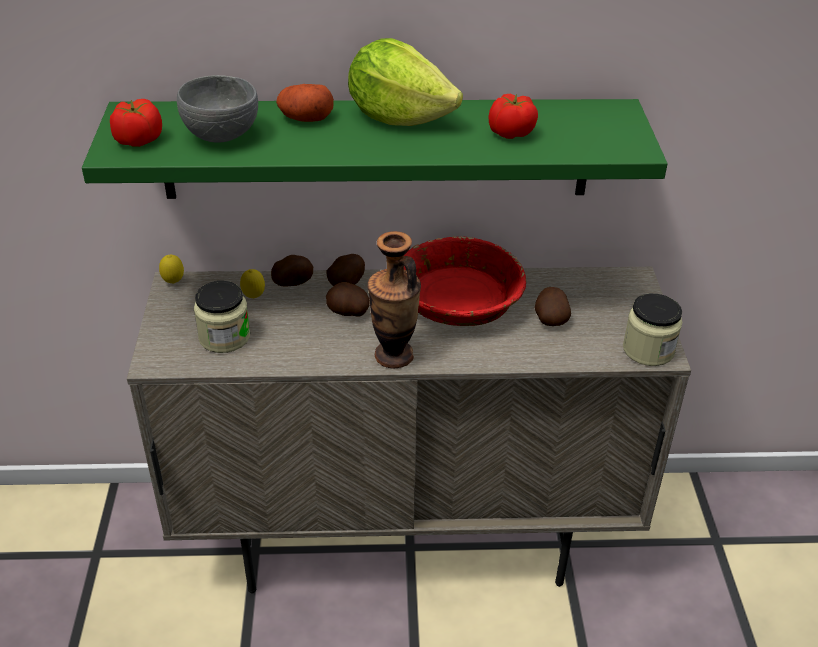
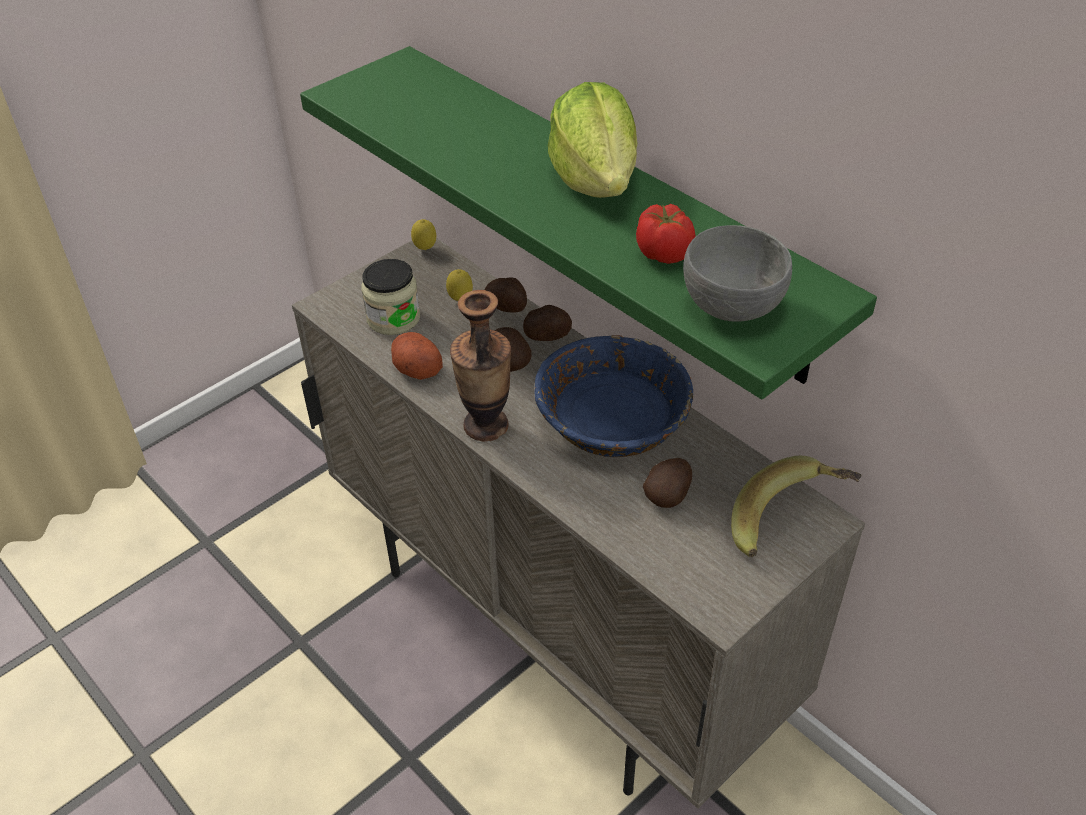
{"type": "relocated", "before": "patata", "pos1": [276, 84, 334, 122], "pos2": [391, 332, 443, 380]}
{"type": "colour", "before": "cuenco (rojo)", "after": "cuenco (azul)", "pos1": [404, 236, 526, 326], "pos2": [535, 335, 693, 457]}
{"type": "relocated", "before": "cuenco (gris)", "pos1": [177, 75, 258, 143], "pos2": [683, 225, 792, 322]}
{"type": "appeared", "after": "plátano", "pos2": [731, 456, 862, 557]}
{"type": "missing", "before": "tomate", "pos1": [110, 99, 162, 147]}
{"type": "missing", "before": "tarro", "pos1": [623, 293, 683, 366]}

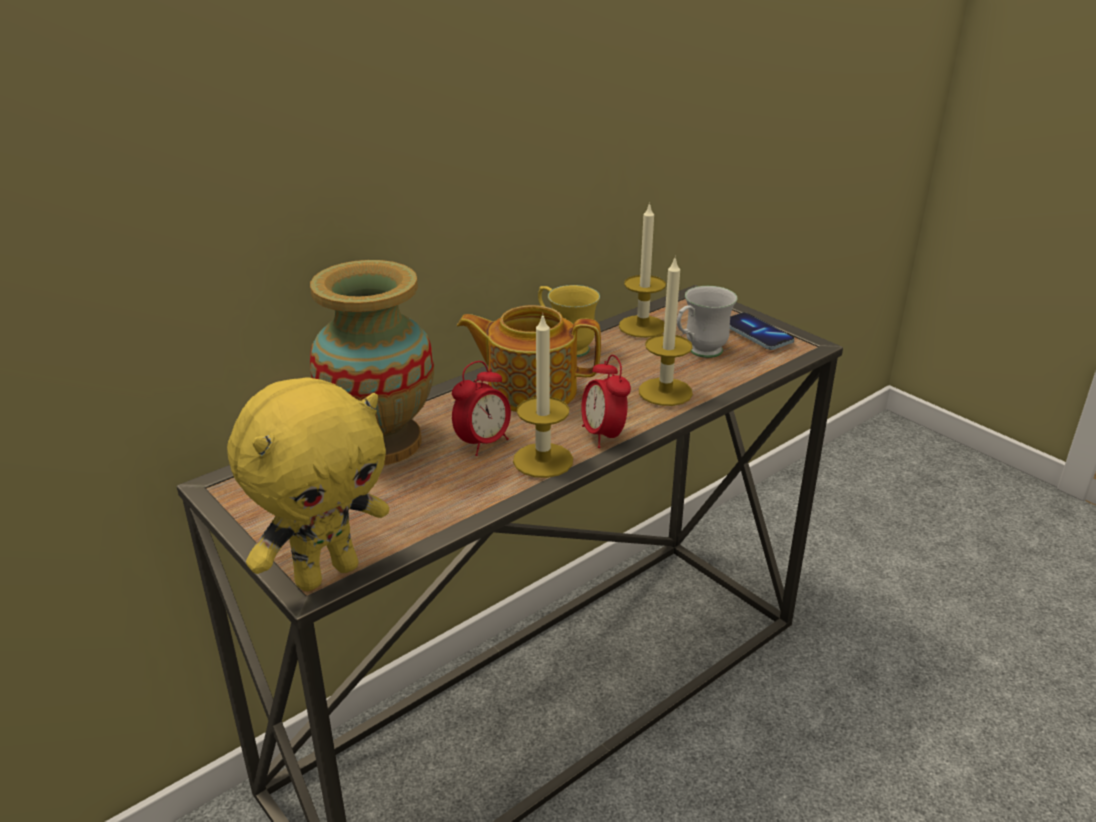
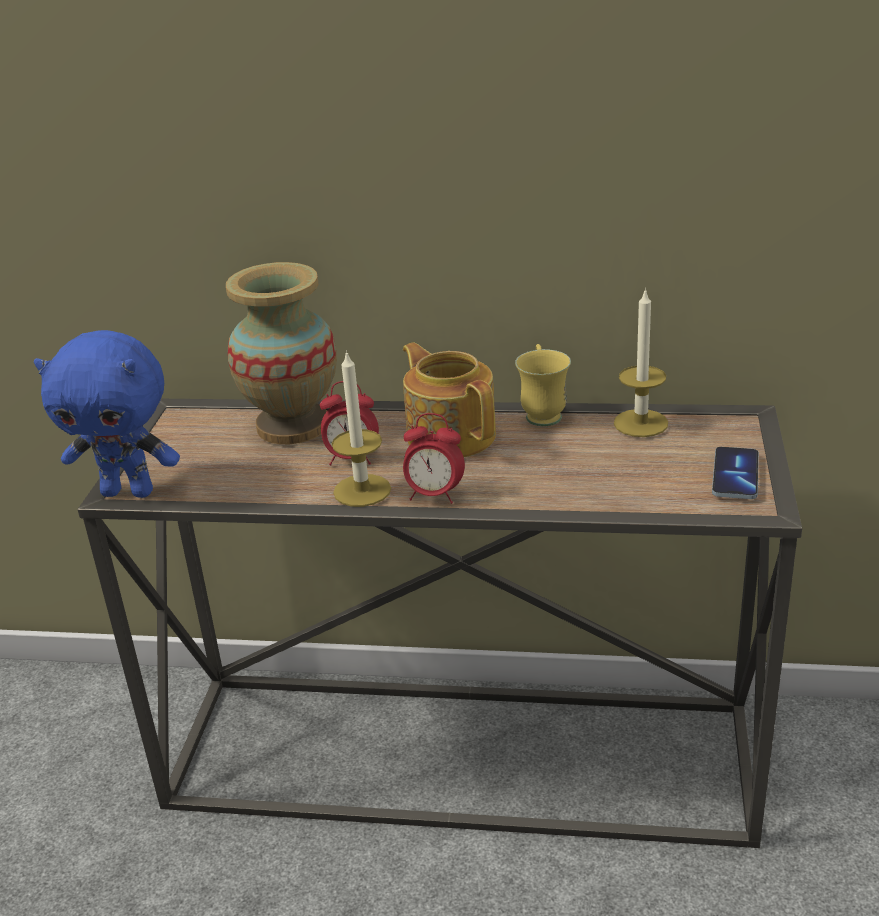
{"type": "colour", "before": "peluche (amarillo)", "after": "peluche (azul)", "pos1": [227, 377, 389, 591], "pos2": [34, 330, 180, 498]}
{"type": "spun", "before": "despertador", "pos1": [581, 355, 631, 448], "pos2": [403, 413, 465, 504], "turn": -105}
{"type": "missing", "before": "vela", "pos1": [639, 256, 693, 406]}
{"type": "missing", "before": "taza grande (blanco)", "pos1": [677, 286, 737, 358]}

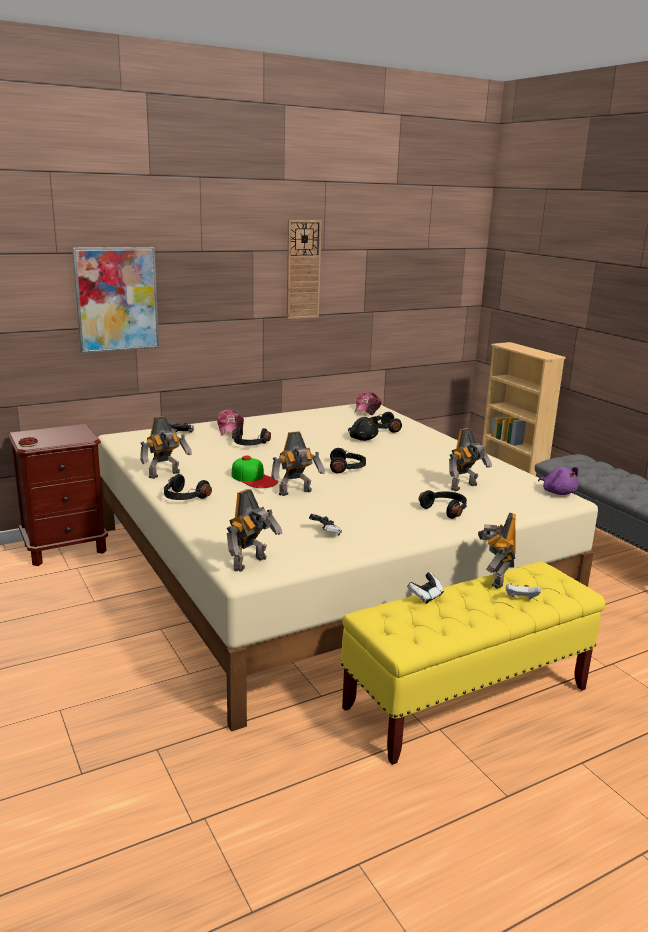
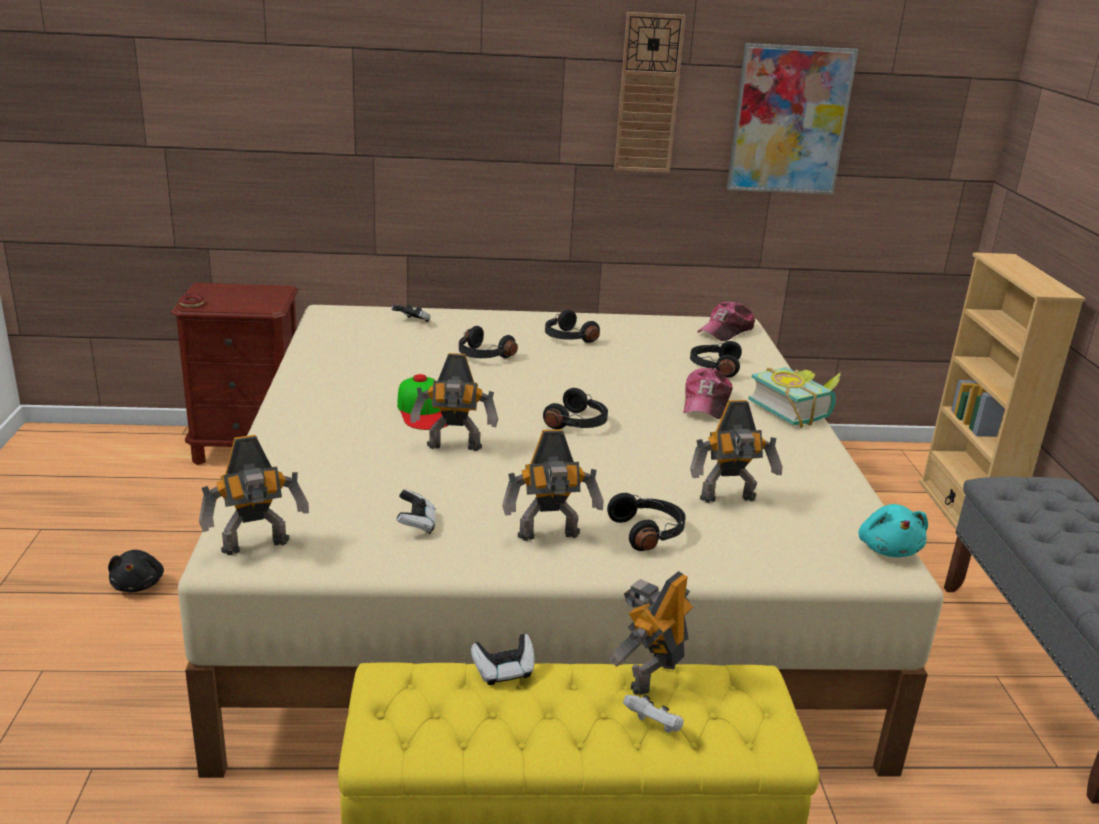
{"type": "relocated", "before": "peluche (negro)", "pos1": [348, 416, 379, 441], "pos2": [108, 550, 164, 592]}
{"type": "relocated", "before": "robot de juguete", "pos1": [140, 416, 192, 479], "pos2": [502, 429, 604, 541]}
{"type": "relocated", "before": "auriculares (negro)", "pos1": [164, 474, 212, 500], "pos2": [545, 310, 600, 343]}
{"type": "relocated", "before": "gorra", "pos1": [217, 409, 244, 435], "pos2": [684, 368, 733, 419]}
{"type": "relocated", "before": "cuadro", "pos1": [72, 247, 159, 353], "pos2": [727, 43, 858, 194]}
{"type": "appeared", "after": "libro", "pos2": [748, 367, 841, 428]}
{"type": "colour", "before": "peluche (morado)", "after": "peluche (turquesa)", "pos1": [538, 467, 579, 495], "pos2": [858, 504, 928, 557]}

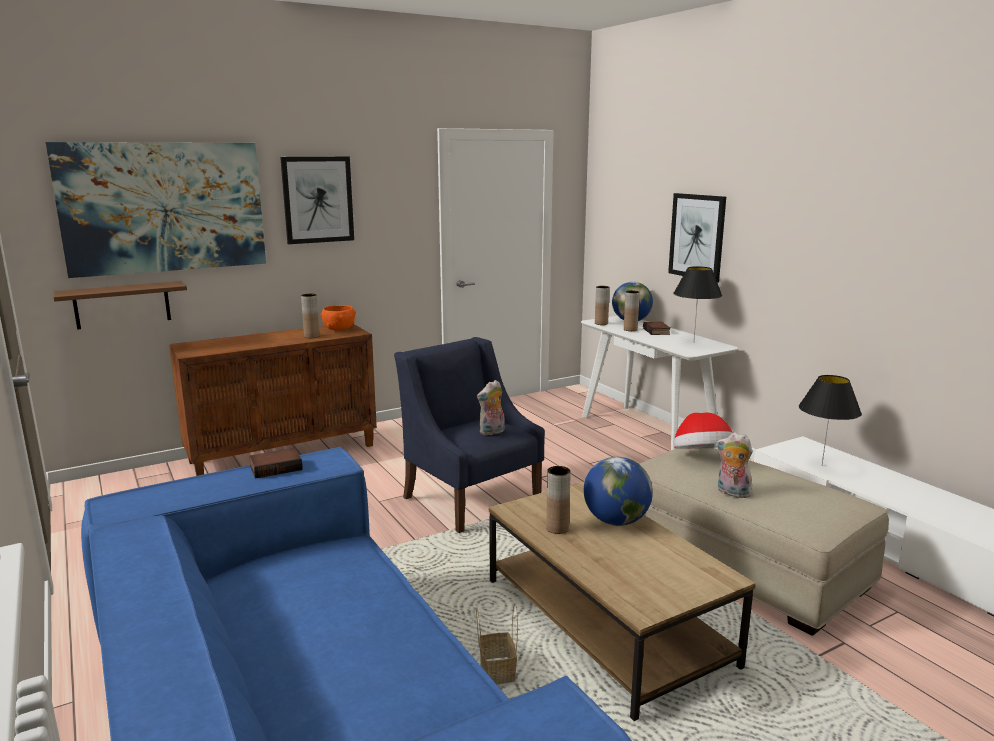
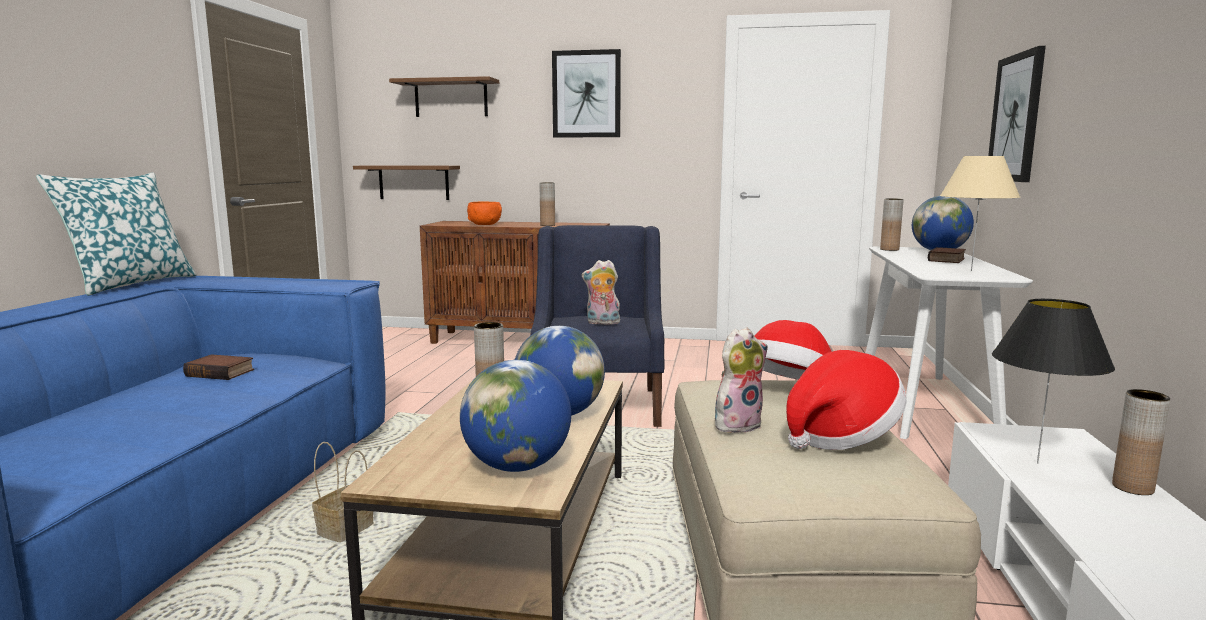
{"type": "appeared", "after": "cojín", "pos2": [36, 172, 196, 296]}
{"type": "relocated", "before": "libro", "pos1": [249, 448, 303, 478], "pos2": [183, 354, 254, 380]}
{"type": "exchanged", "before": "cuadro", "after": "estante (marrón)", "pos1": [46, 142, 266, 278], "pos2": [389, 76, 499, 117]}
{"type": "appeared", "after": "globo terráqueo", "pos2": [460, 360, 571, 472]}
{"type": "relocated", "before": "cuenco (naranja)", "pos1": [320, 305, 356, 331], "pos2": [467, 201, 502, 225]}
{"type": "spun", "before": "peluche", "pos1": [716, 433, 753, 498], "pos2": [715, 328, 768, 433], "turn": 75}
{"type": "appeared", "after": "sombrero", "pos2": [786, 350, 907, 450]}
{"type": "colour", "before": "lámpara de mesa (negro)", "after": "lámpara de mesa (beis)", "pos1": [673, 266, 722, 338], "pos2": [940, 156, 1020, 271]}
{"type": "relocated", "before": "florero (marrón)", "pos1": [624, 290, 640, 331], "pos2": [1112, 389, 1170, 495]}

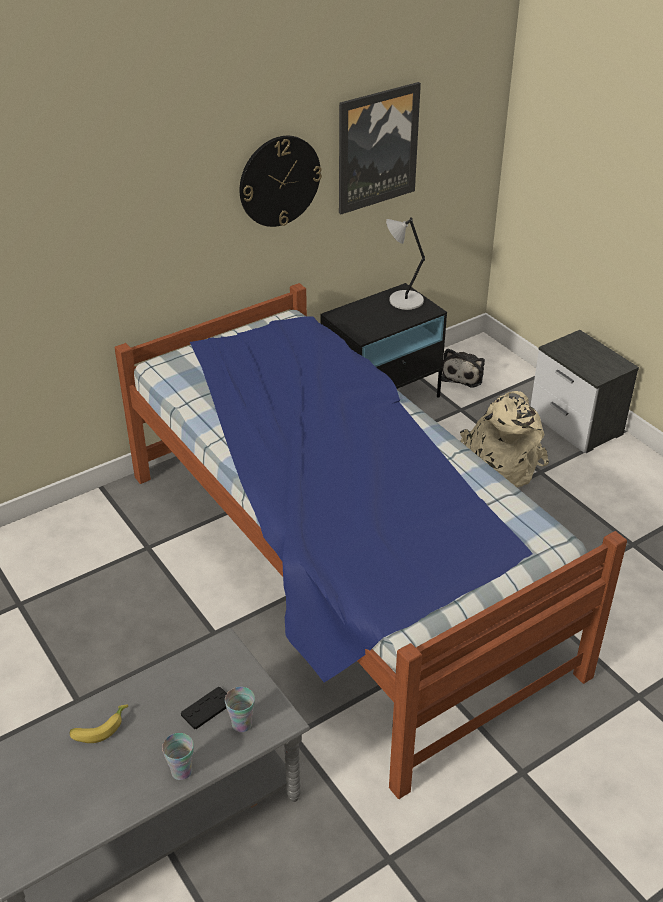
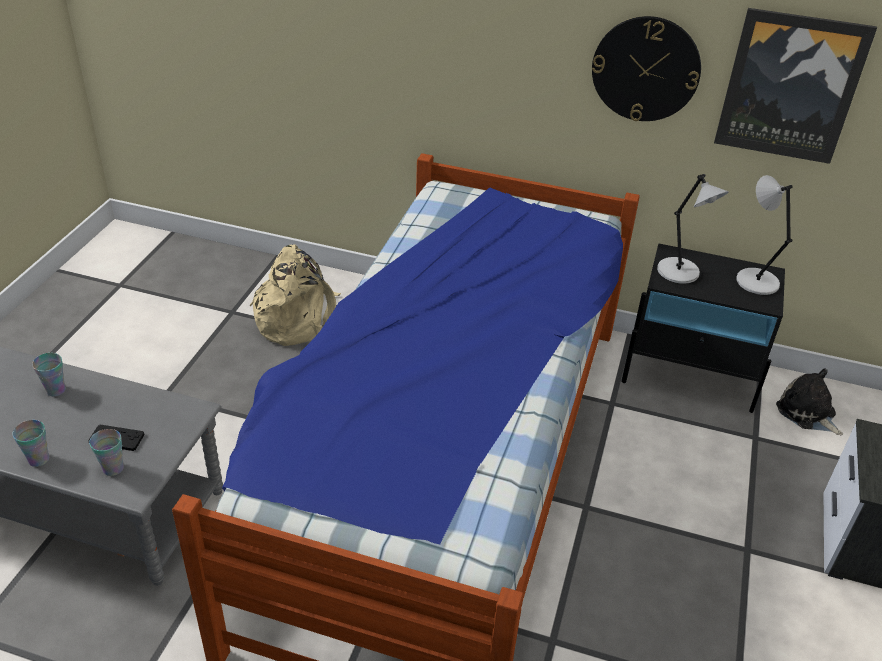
{"type": "exchanged", "before": "plátano", "after": "taza", "pos1": [70, 705, 128, 743], "pos2": [32, 353, 66, 396]}
{"type": "relocated", "before": "mochila (beis)", "pos1": [460, 391, 549, 487], "pos2": [250, 244, 341, 346]}
{"type": "appeared", "after": "lámpara de mesa (gris)", "pos2": [657, 174, 729, 284]}
{"type": "spun", "before": "peluche", "pos1": [441, 348, 485, 388], "pos2": [776, 368, 843, 435], "turn": 75}

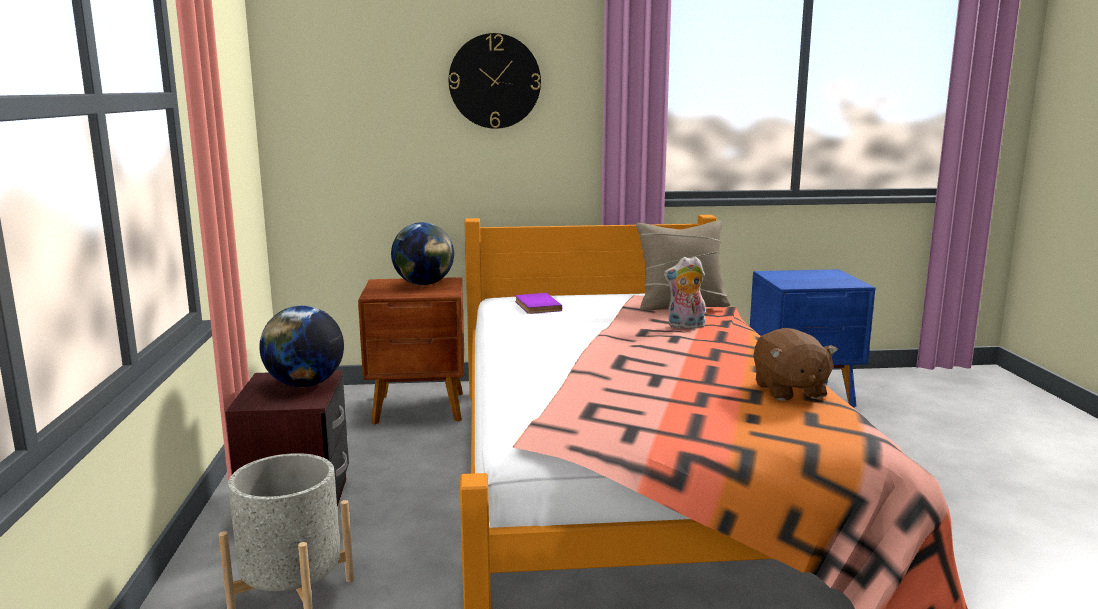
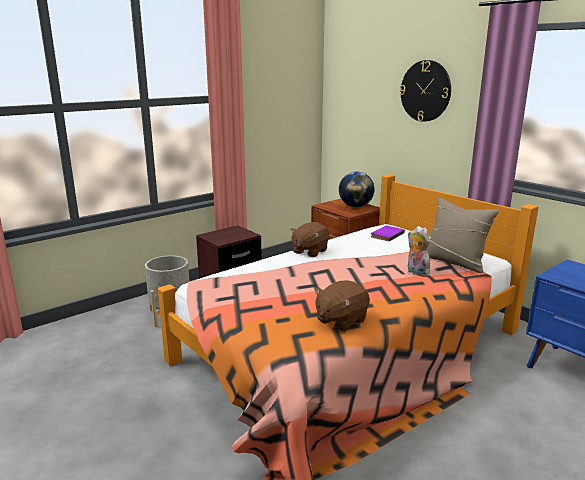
{"type": "appeared", "after": "peluche (marrón)", "pos2": [290, 222, 329, 257]}
{"type": "missing", "before": "globo terráqueo", "pos1": [259, 306, 344, 387]}

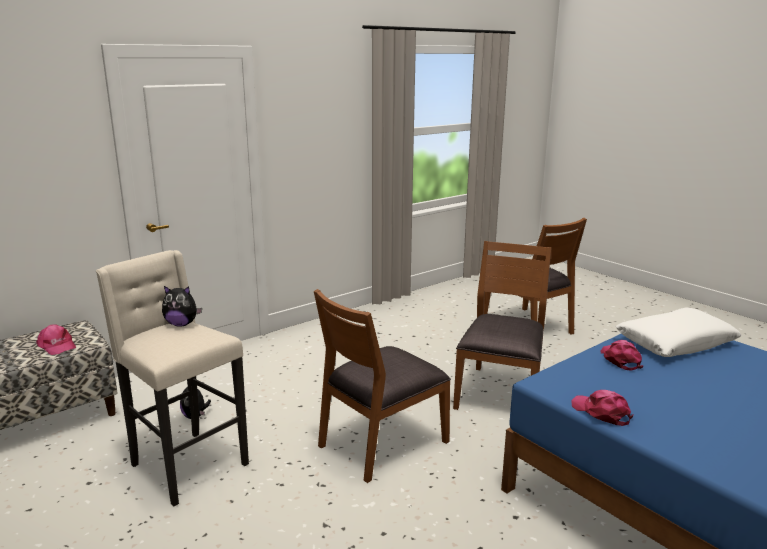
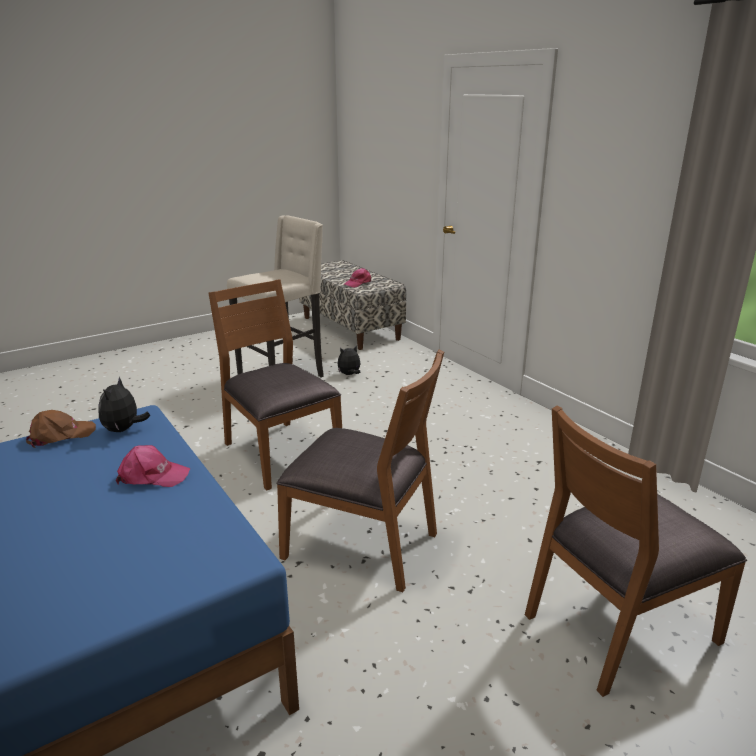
{"type": "colour", "before": "gorra (rosa)", "after": "gorra (marrón)", "pos1": [571, 390, 633, 426], "pos2": [26, 410, 96, 448]}
{"type": "relocated", "before": "peluche", "pos1": [162, 286, 202, 327], "pos2": [98, 377, 151, 432]}
{"type": "missing", "before": "cojín (blanco)", "pos1": [615, 308, 742, 357]}

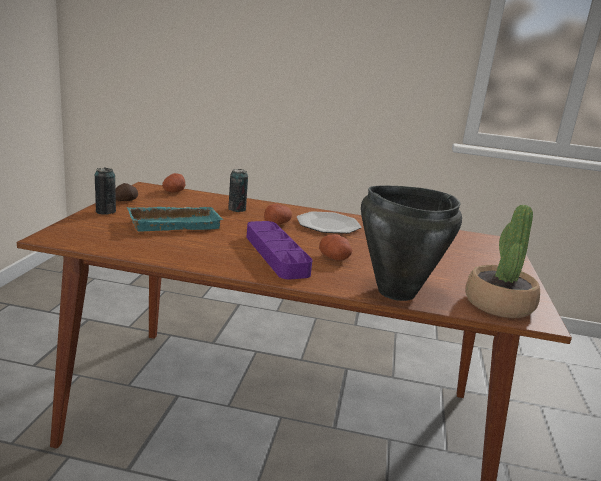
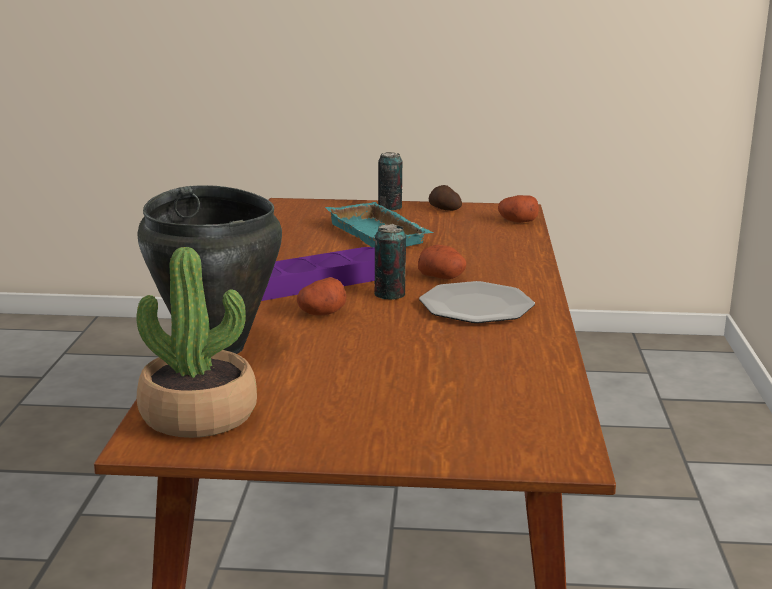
{"type": "relocated", "before": "lata", "pos1": [228, 169, 248, 212], "pos2": [374, 224, 406, 300]}

